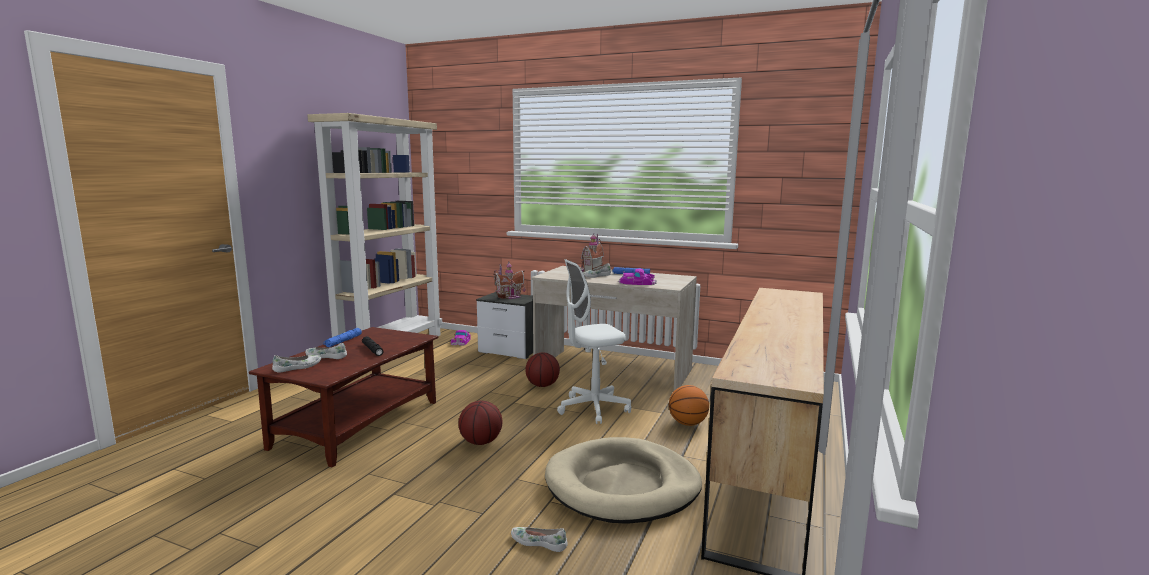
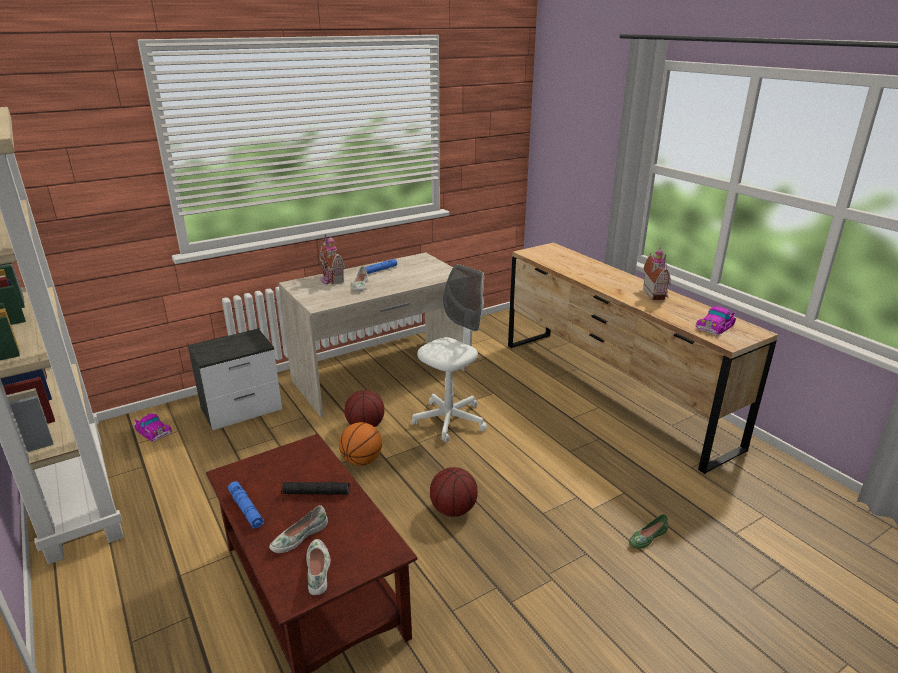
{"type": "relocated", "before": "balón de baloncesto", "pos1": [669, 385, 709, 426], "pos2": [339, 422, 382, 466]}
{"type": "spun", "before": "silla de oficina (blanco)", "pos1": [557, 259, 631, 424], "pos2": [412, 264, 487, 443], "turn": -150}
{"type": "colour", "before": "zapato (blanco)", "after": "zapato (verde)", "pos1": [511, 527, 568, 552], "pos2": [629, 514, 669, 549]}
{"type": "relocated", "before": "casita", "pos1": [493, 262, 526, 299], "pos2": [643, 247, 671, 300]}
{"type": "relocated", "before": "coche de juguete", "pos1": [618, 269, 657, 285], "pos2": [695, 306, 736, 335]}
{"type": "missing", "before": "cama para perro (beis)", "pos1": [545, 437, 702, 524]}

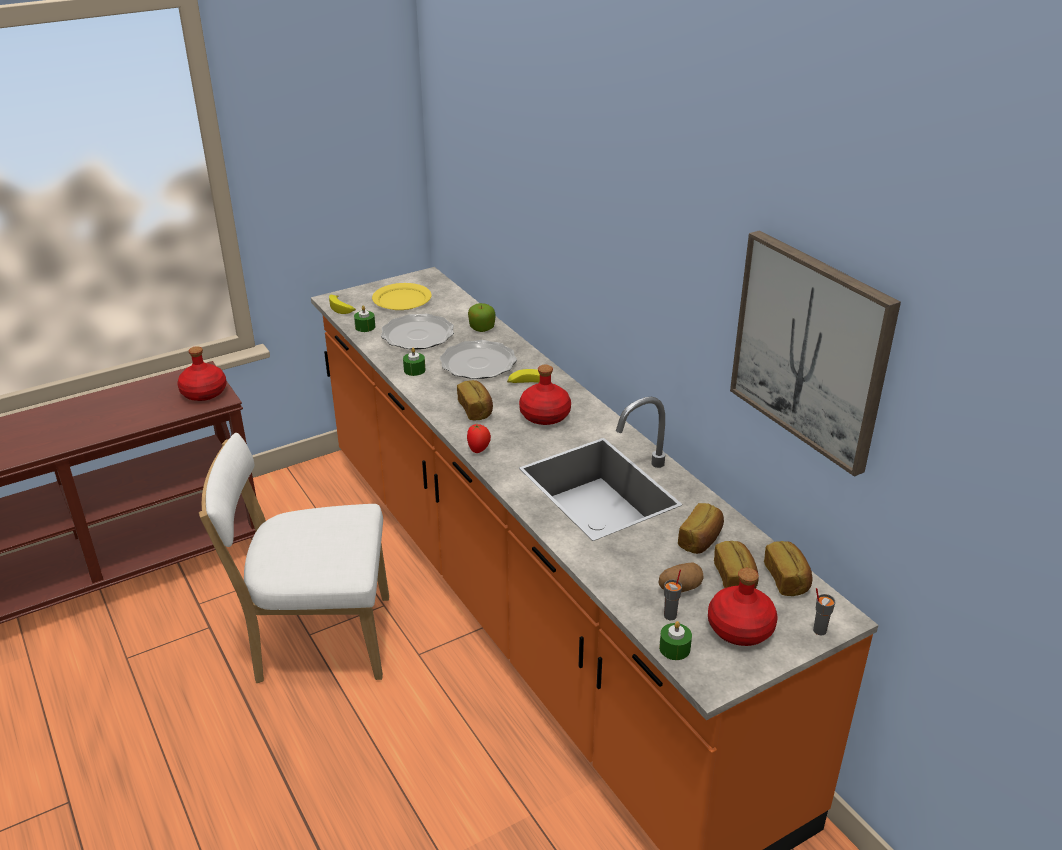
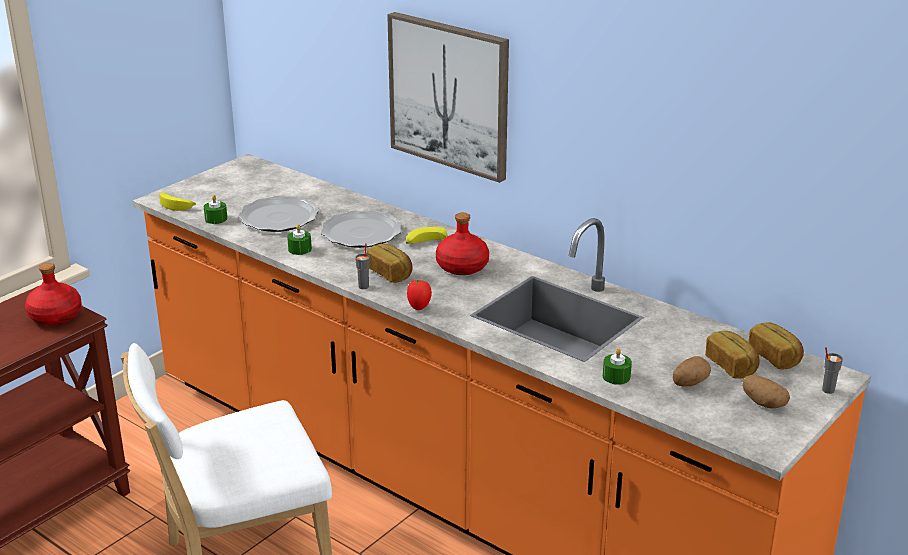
{"type": "relocated", "before": "taza (gris)", "pos1": [664, 569, 682, 620], "pos2": [355, 243, 370, 289]}
{"type": "relocated", "before": "cuadro", "pos1": [730, 230, 901, 477], "pos2": [387, 12, 509, 183]}
{"type": "relocated", "before": "vela (verde)", "pos1": [659, 621, 692, 660], "pos2": [603, 348, 632, 385]}
{"type": "exchanged", "before": "botella (rojo)", "after": "patata", "pos1": [708, 568, 778, 646], "pos2": [742, 374, 790, 409]}
{"type": "missing", "before": "plato (amarillo)", "pos1": [372, 283, 432, 310]}
{"type": "missing", "before": "manzana", "pos1": [468, 303, 495, 332]}
{"type": "missing", "before": "pan", "pos1": [678, 503, 724, 554]}

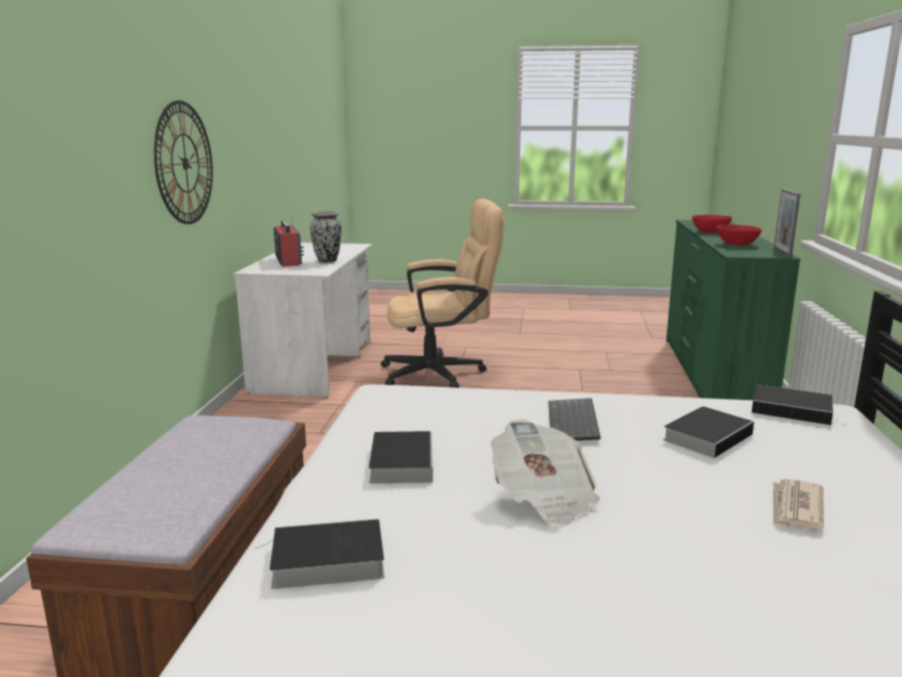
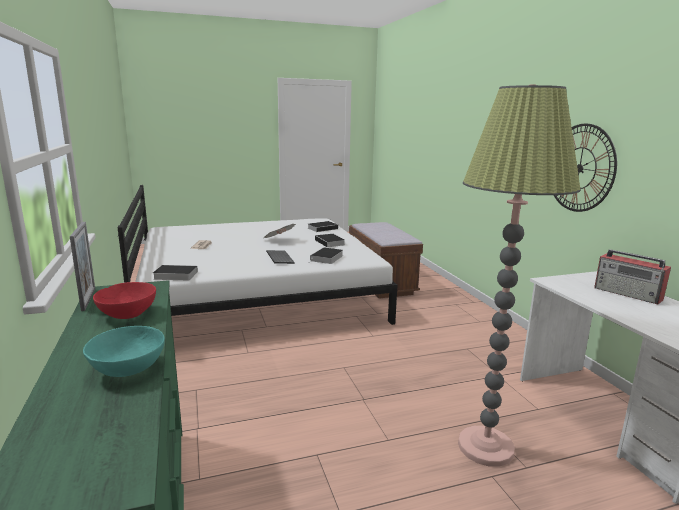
{"type": "colour", "before": "cuenco (rojo)", "after": "cuenco (turquesa)", "pos1": [692, 215, 732, 233], "pos2": [83, 326, 165, 377]}
{"type": "relocated", "before": "libro", "pos1": [663, 406, 754, 458], "pos2": [309, 247, 343, 264]}
{"type": "exchanged", "before": "silla de oficina (beis)", "after": "lámpara de pie", "pos1": [381, 199, 504, 388], "pos2": [458, 85, 581, 467]}
{"type": "missing", "before": "florero", "pos1": [310, 211, 342, 263]}

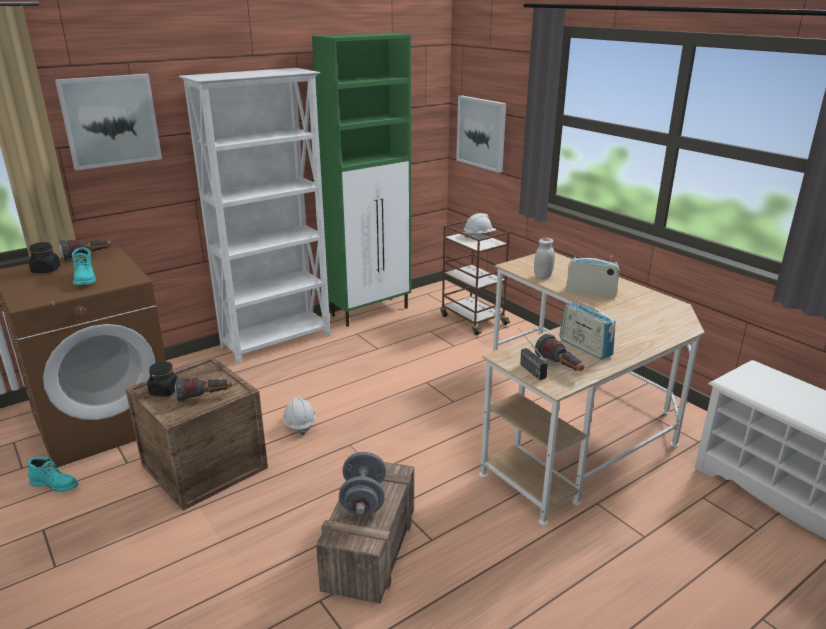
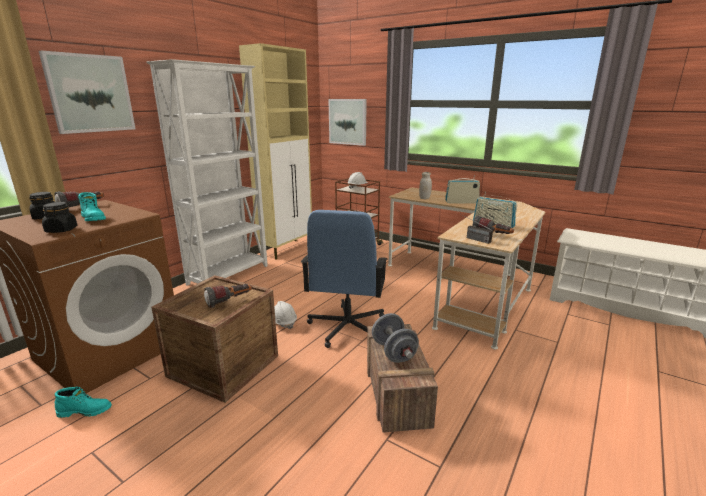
{"type": "relocated", "before": "tarro (negro)", "pos1": [147, 362, 178, 396], "pos2": [42, 202, 77, 233]}
{"type": "colour", "before": "armario (verde)", "after": "armario (beis)", "pos1": [312, 33, 411, 327], "pos2": [239, 43, 312, 260]}
{"type": "appeared", "after": "silla de oficina (azul)", "pos2": [301, 210, 387, 348]}

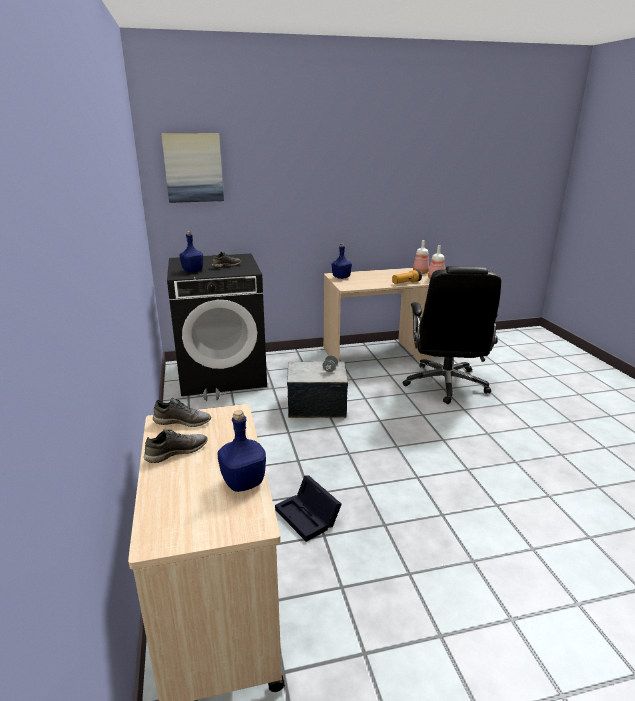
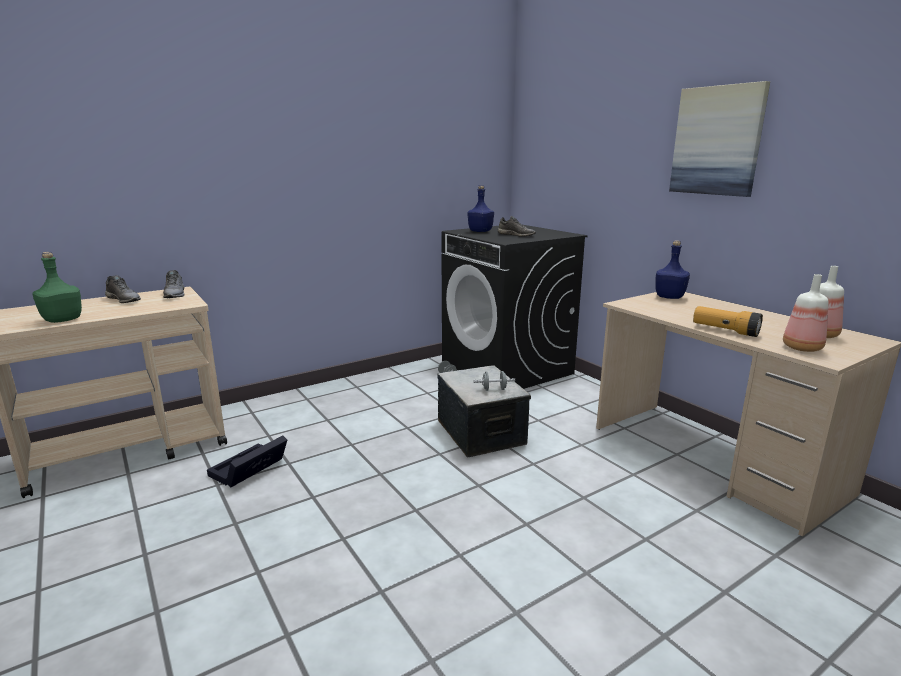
{"type": "colour", "before": "botella (azul)", "after": "botella (verde)", "pos1": [218, 410, 266, 492], "pos2": [32, 252, 82, 323]}
{"type": "relocated", "before": "cuadro", "pos1": [161, 133, 224, 203], "pos2": [669, 81, 770, 197]}
{"type": "missing", "before": "silla de oficina (negro)", "pos1": [403, 266, 501, 404]}

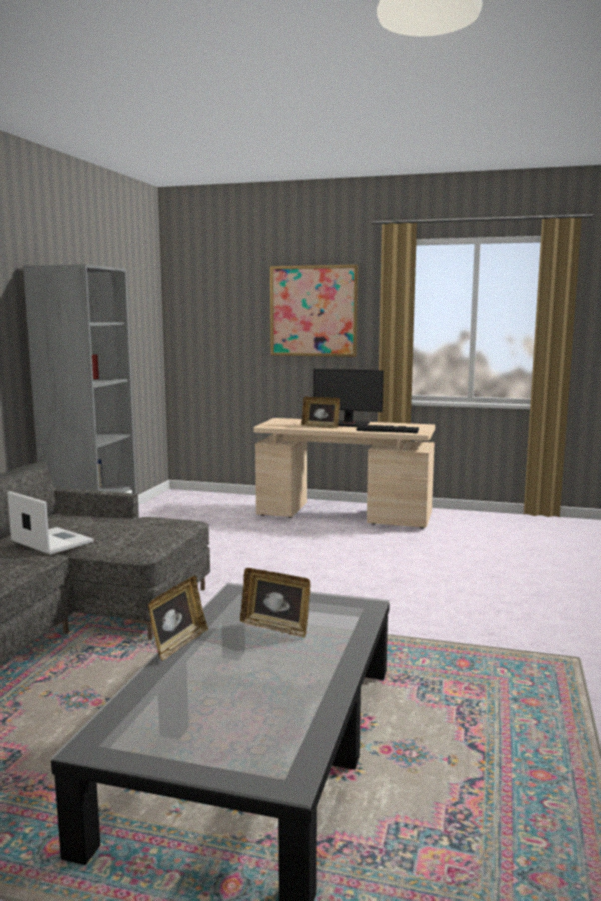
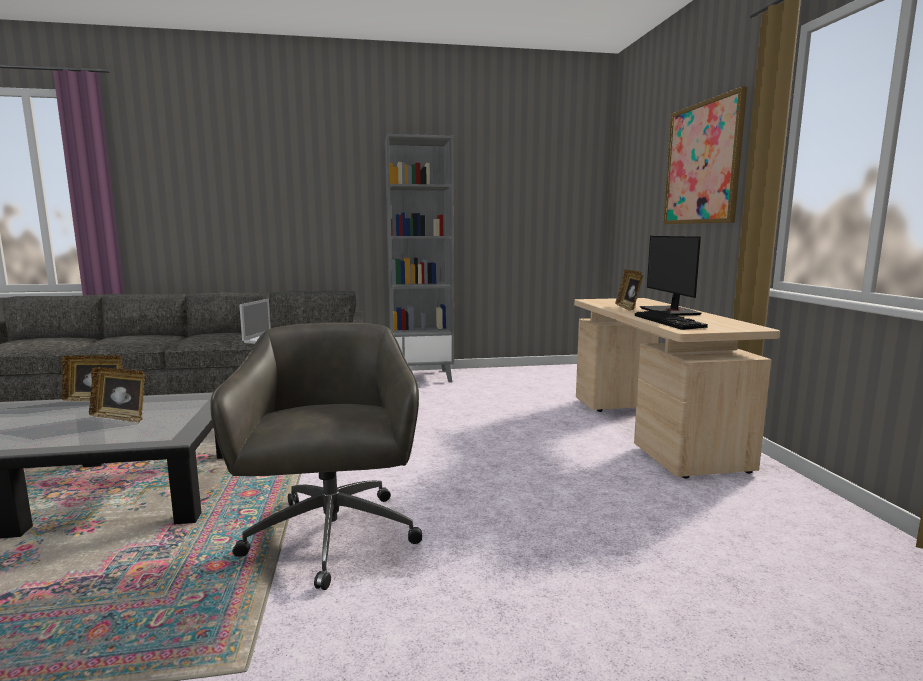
{"type": "spun", "before": "portarretratos", "pos1": [240, 568, 311, 637], "pos2": [89, 367, 145, 423], "turn": -75}
{"type": "appeared", "after": "silla de oficina (gris)", "pos2": [210, 322, 422, 590]}

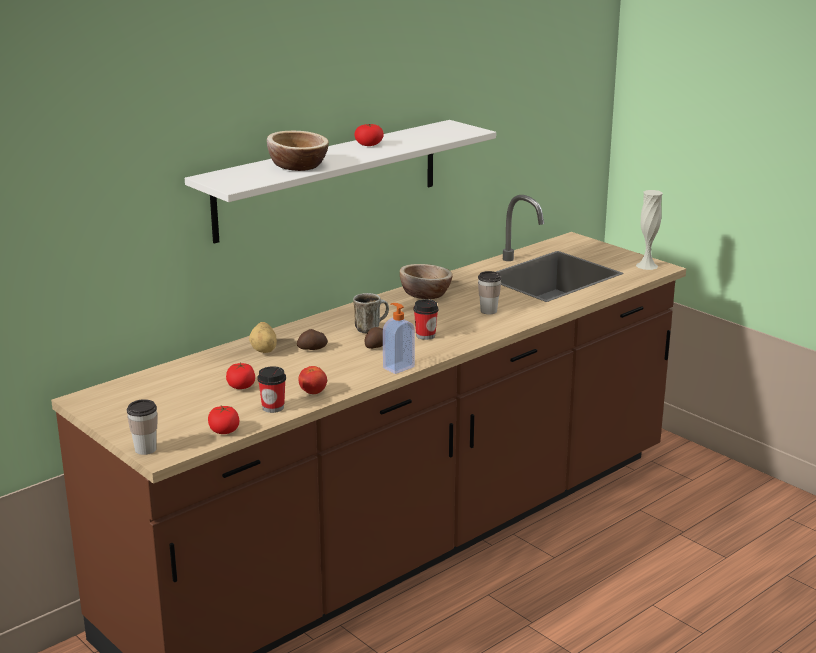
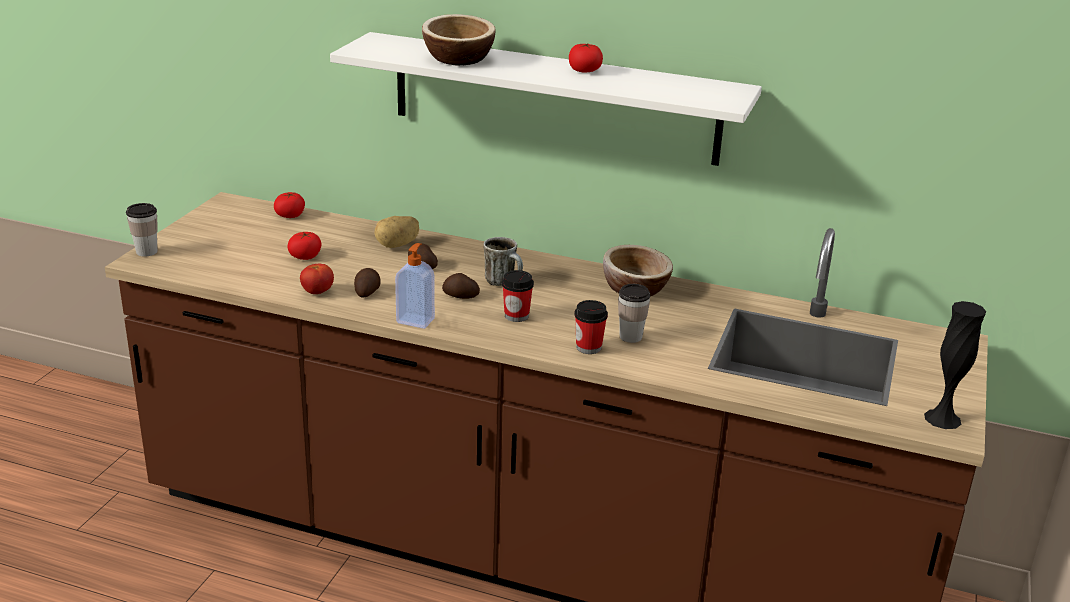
{"type": "relocated", "before": "tomate", "pos1": [208, 406, 239, 434], "pos2": [274, 192, 305, 218]}
{"type": "appeared", "after": "patata", "pos2": [354, 268, 381, 297]}
{"type": "relocated", "before": "taza", "pos1": [257, 366, 286, 413], "pos2": [574, 300, 608, 354]}
{"type": "colour", "before": "florero (blanco)", "after": "florero (negro)", "pos1": [636, 190, 663, 270], "pos2": [924, 301, 986, 429]}

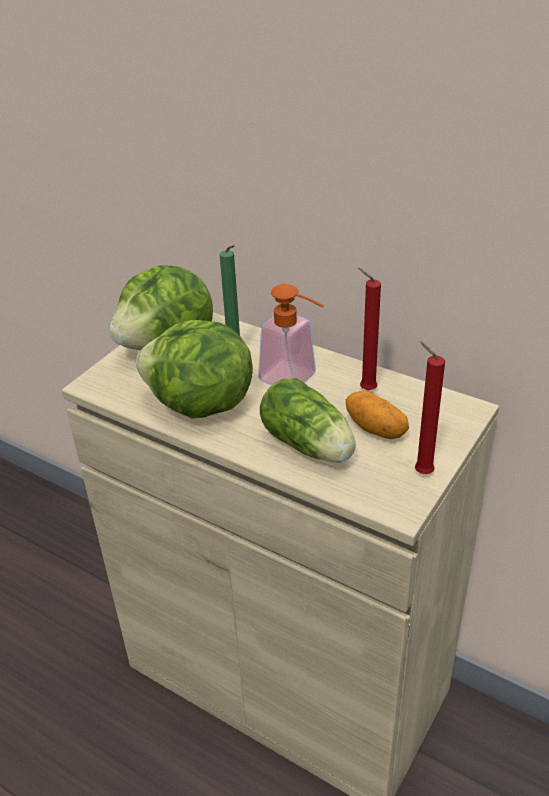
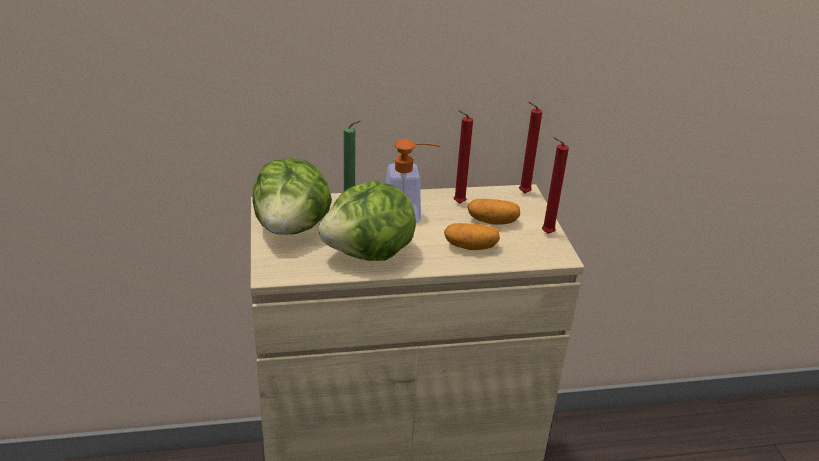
{"type": "exchanged", "before": "lechuga", "after": "patata", "pos1": [260, 378, 356, 462], "pos2": [444, 223, 500, 250]}
{"type": "appeared", "after": "vela (rojo)", "pos2": [519, 102, 542, 193]}

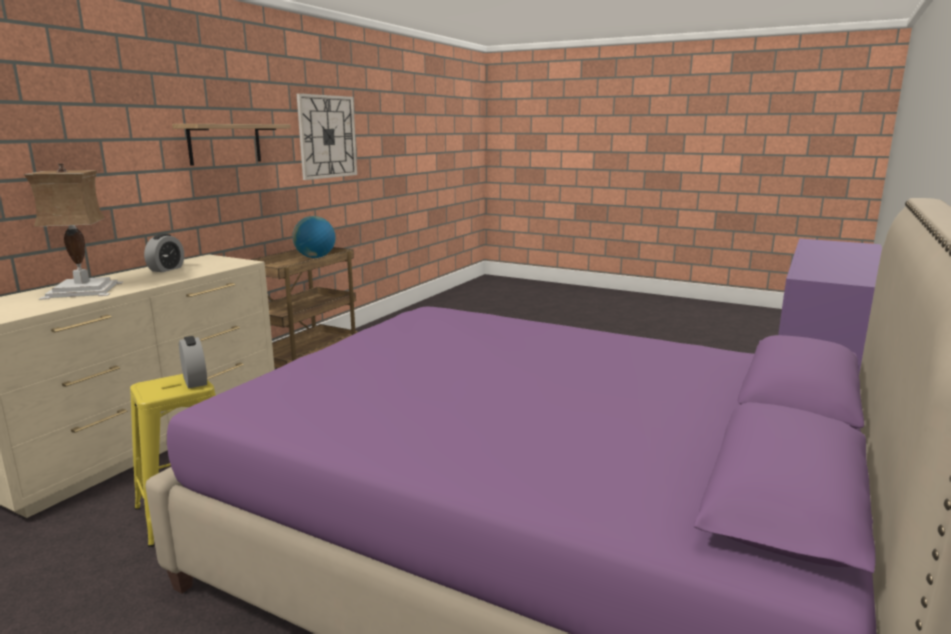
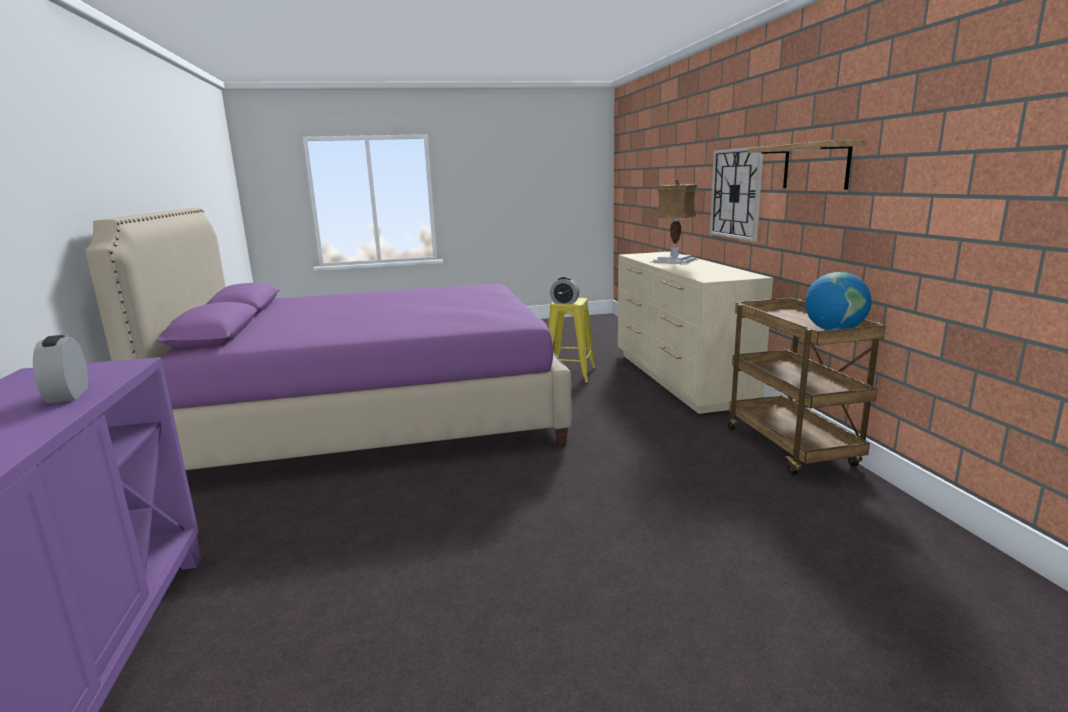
{"type": "relocated", "before": "despertador", "pos1": [144, 234, 184, 272], "pos2": [33, 335, 88, 404]}
{"type": "relocated", "before": "reloj de pared", "pos1": [296, 93, 357, 180], "pos2": [710, 146, 764, 241]}

